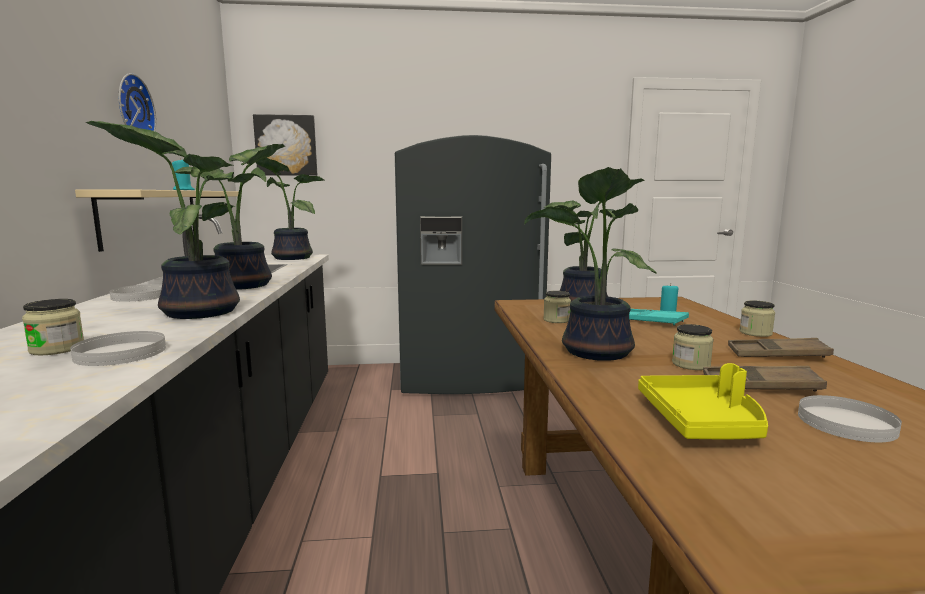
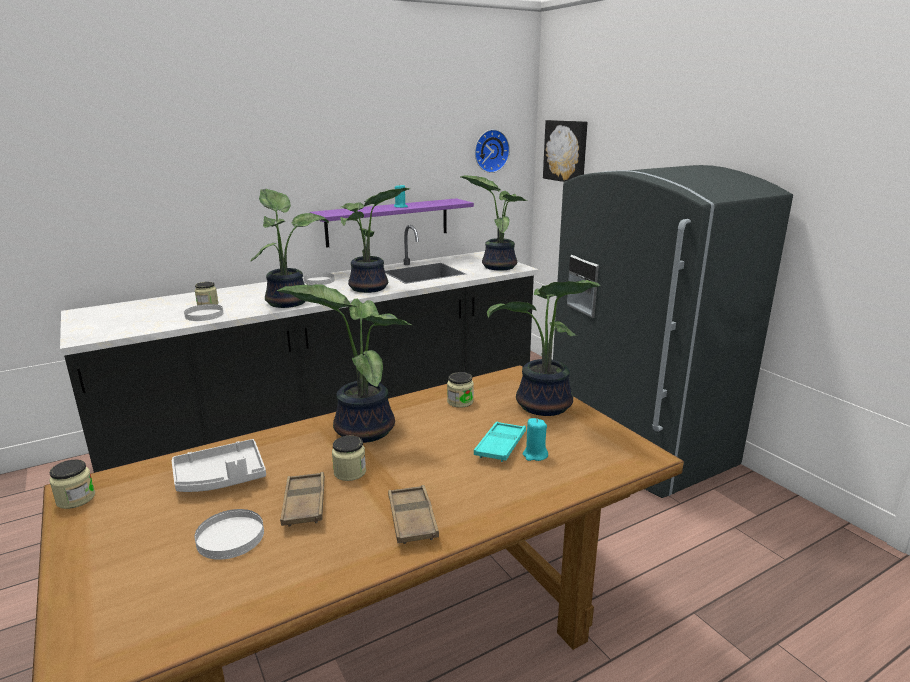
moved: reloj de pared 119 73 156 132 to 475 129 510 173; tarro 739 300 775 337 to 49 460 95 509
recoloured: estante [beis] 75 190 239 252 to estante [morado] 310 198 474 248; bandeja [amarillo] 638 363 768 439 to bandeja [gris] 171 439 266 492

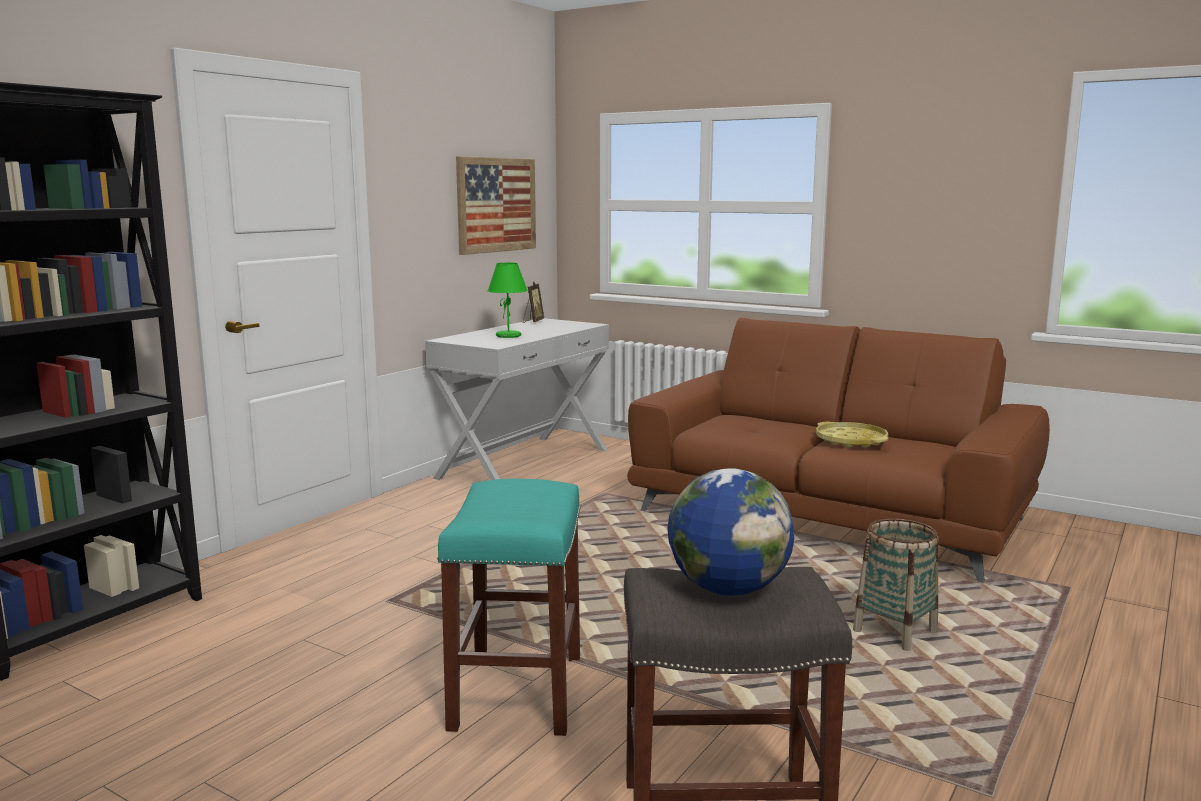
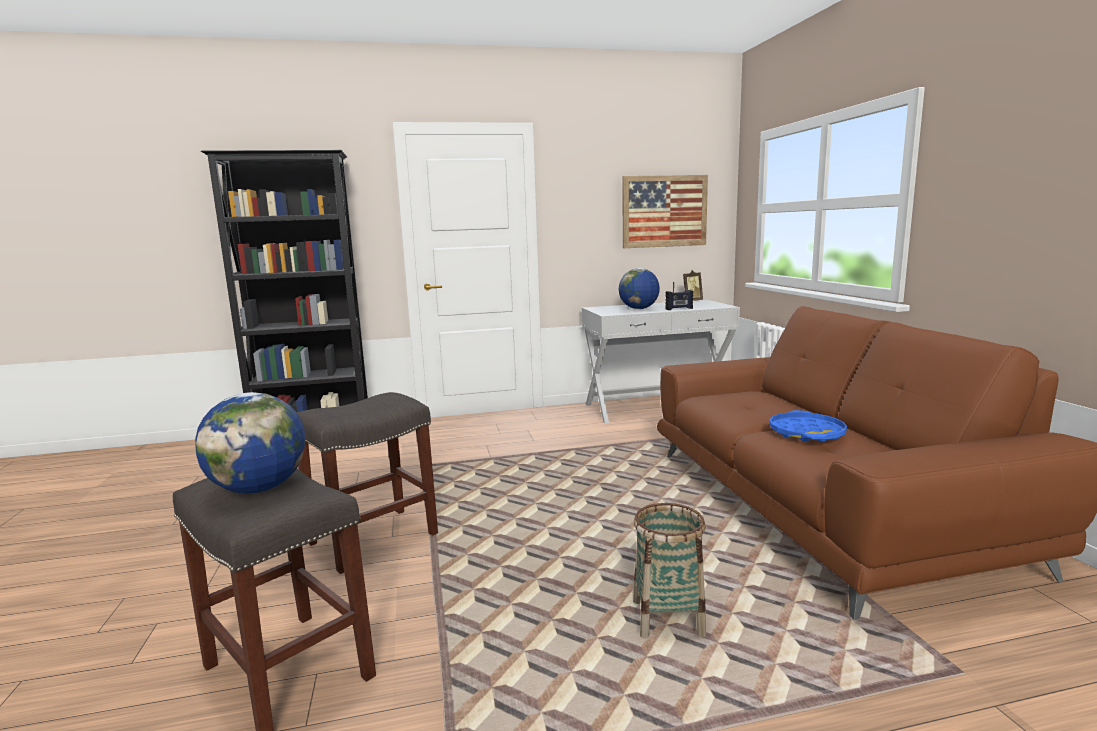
added: radio 665 281 693 310
replaced: lámpara de mesa [verde] 488 263 528 338 to globo terráqueo 619 268 660 309
recoloured: taburete [turquesa] 437 479 581 736 to taburete [gris] 297 392 438 574; bandeja [amarillo] 816 422 888 448 to bandeja [azul] 769 410 847 442

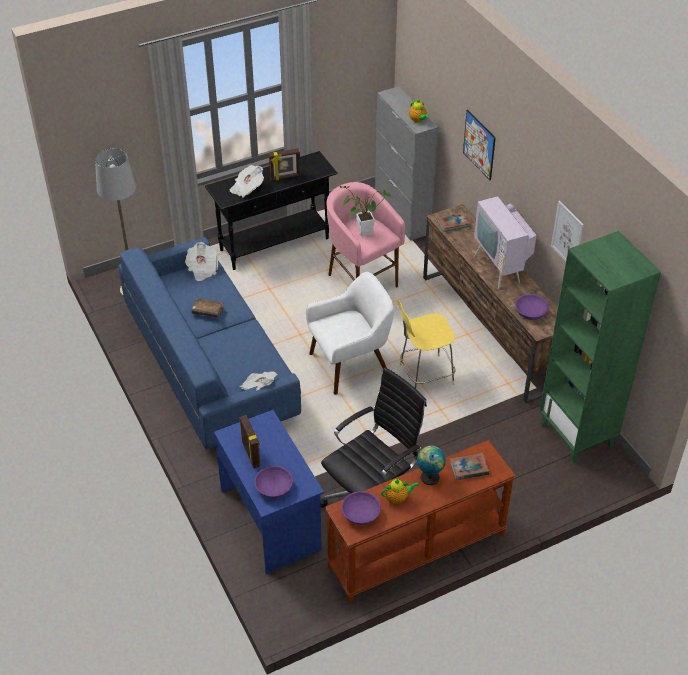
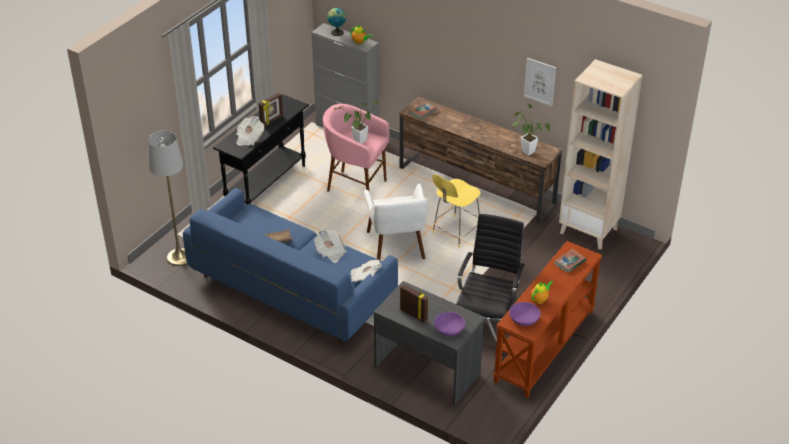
removed: cuadro 463 110 496 180; televisor 474 173 537 289
moved: periódico 185 242 219 281 to 314 229 347 263; globo terráqueo 417 446 446 485 to 327 8 346 36
replaced: cuenco [morado] 515 294 549 320 to planta en maceta 511 104 550 156
recoloured: escritorio [azul] 214 410 324 574 to escritorio [gris] 373 281 486 405; estantería [verde] 540 231 661 464 to estantería [beis] 559 59 643 250
turned: sillón [blanco] 306 272 394 395 = 364 184 428 260 135 degrees clockwise

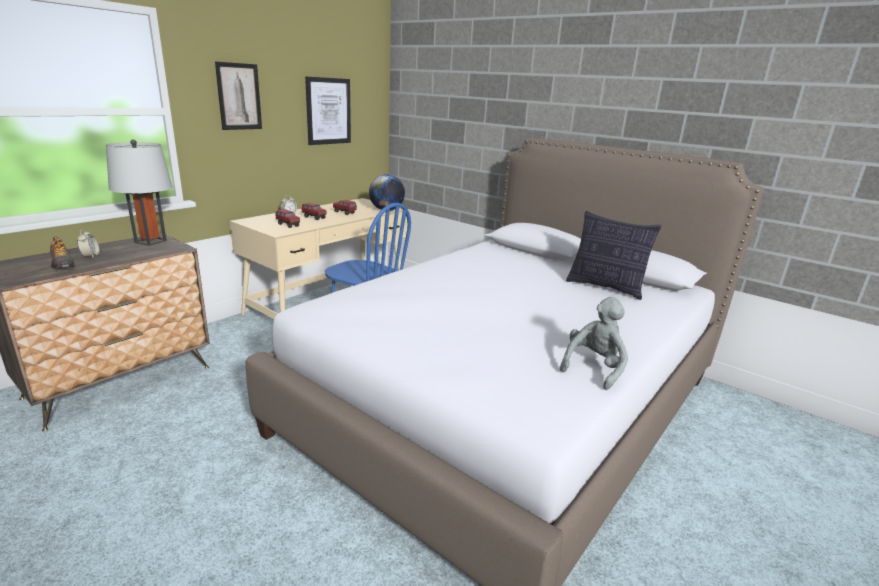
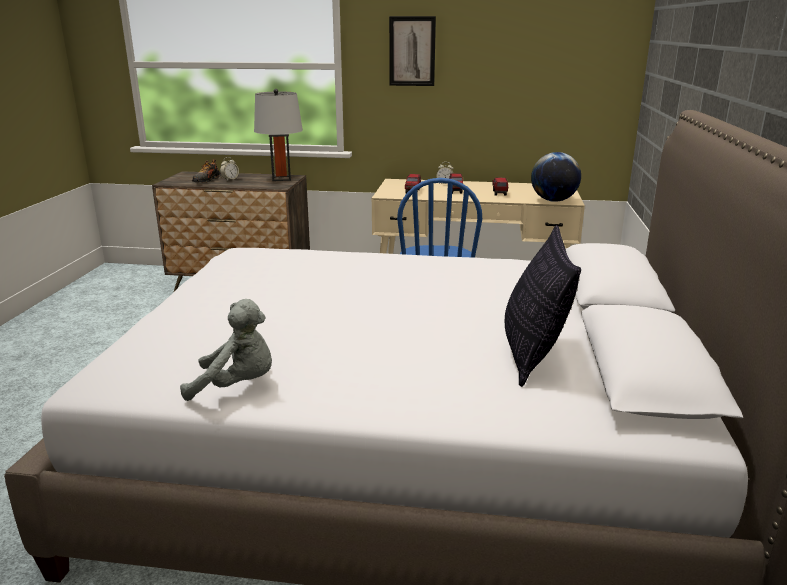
removed: cuadro 305 76 351 145

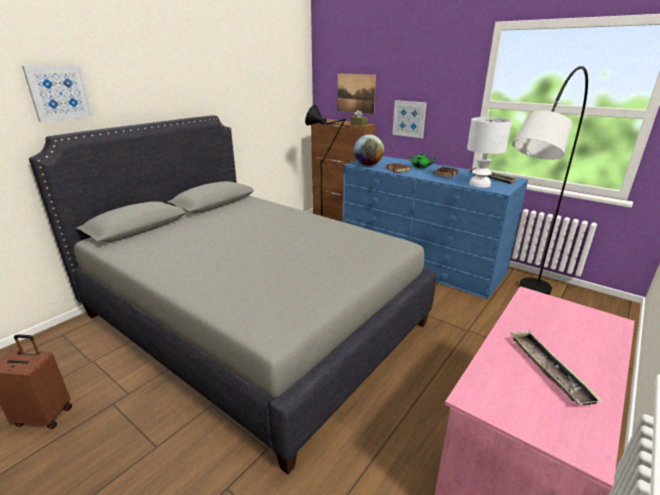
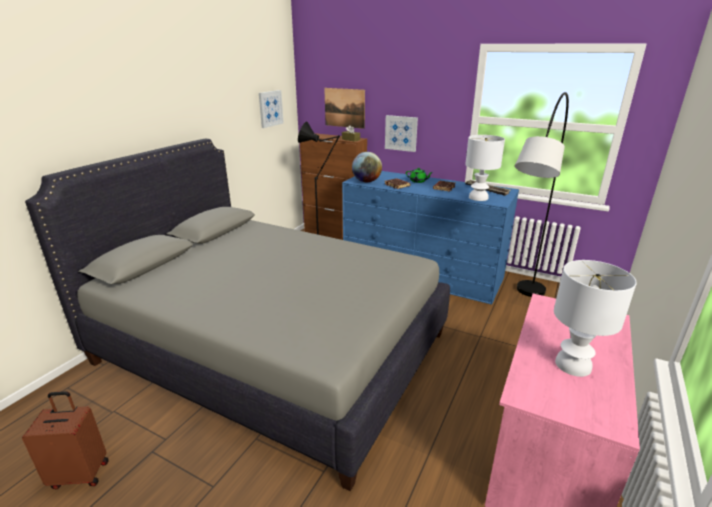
moved: cuadro 22 65 94 122 to 259 90 284 128
replaced: bandeja 511 331 603 405 to lámpara de mesa [blanco] 554 260 637 377

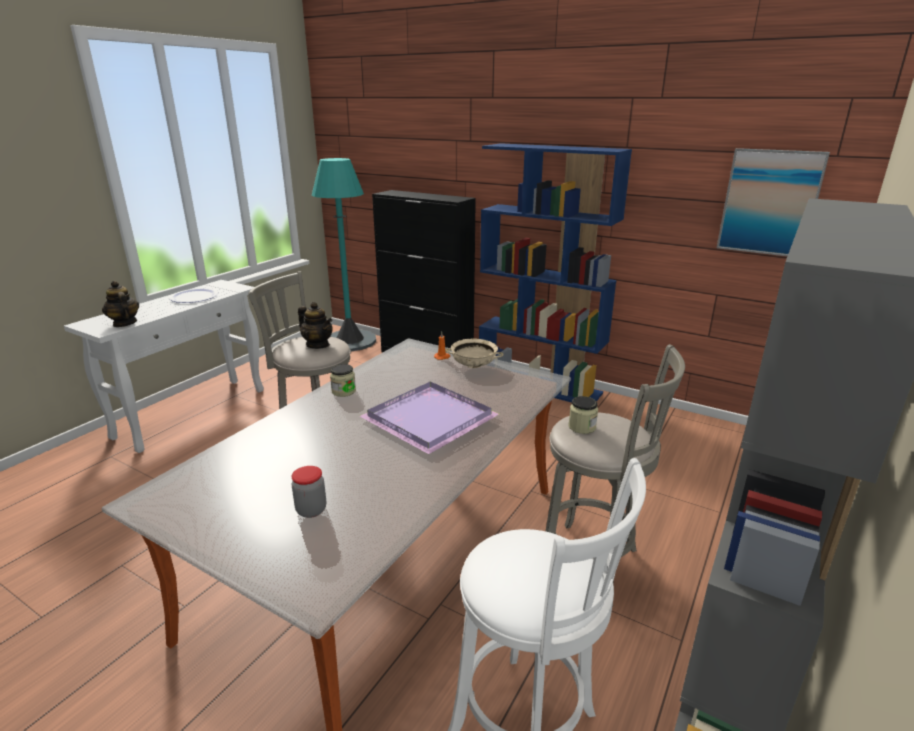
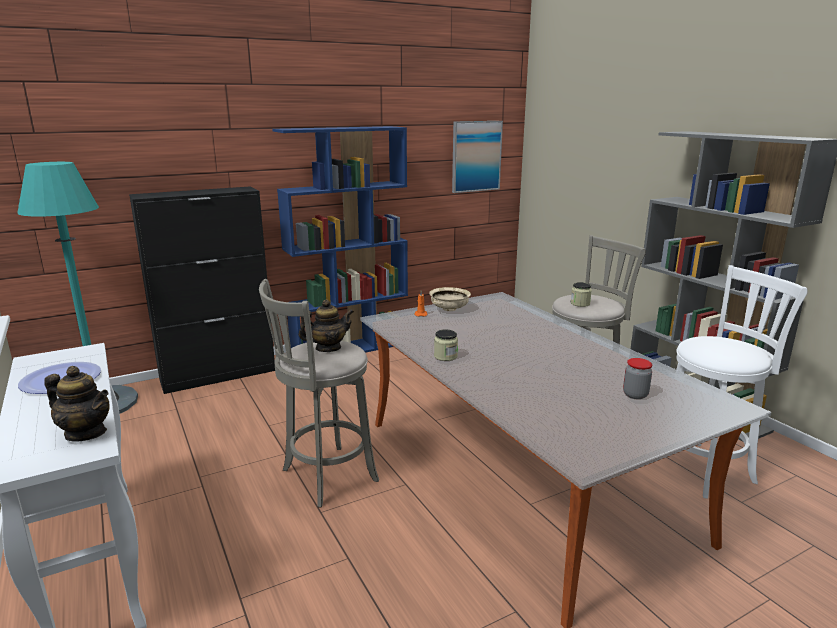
removed: bandeja [morado] 360 382 499 454
turned: tetera 102 281 139 327 = 44 366 110 442 150 degrees counterclockwise

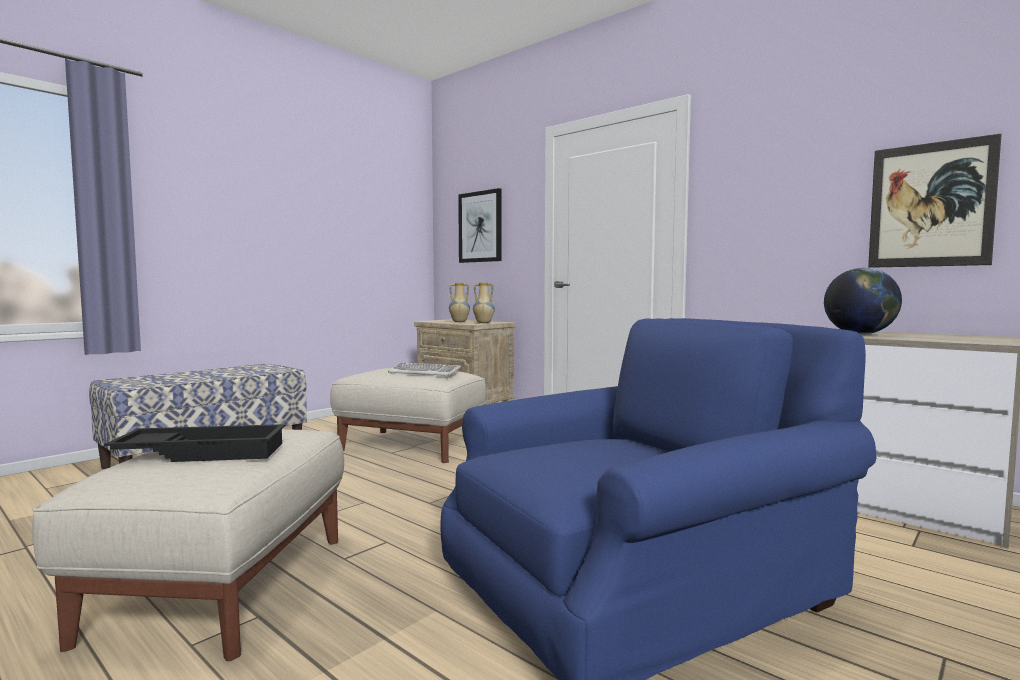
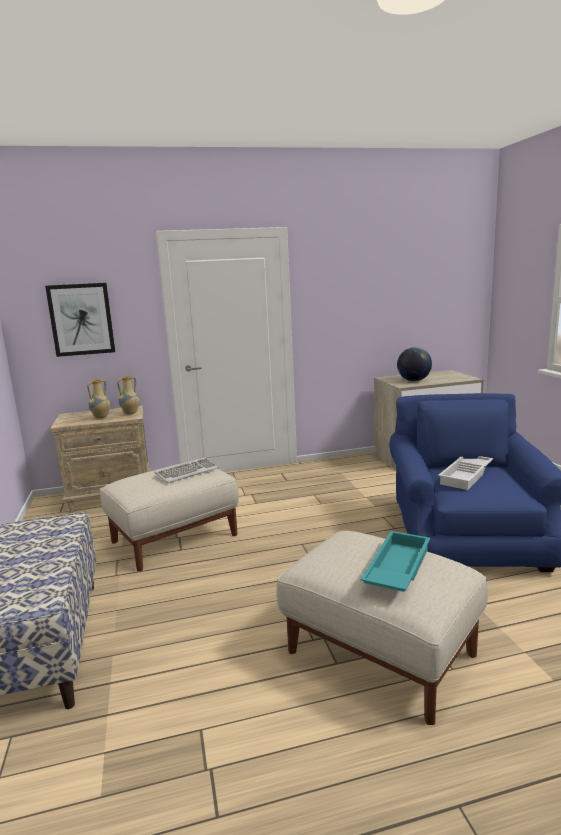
removed: cuadro 868 134 1002 268
added: bandeja [blanco] 438 456 493 490
recoloured: bandeja [negro] 104 424 285 462 to bandeja [turquesa] 361 531 430 592

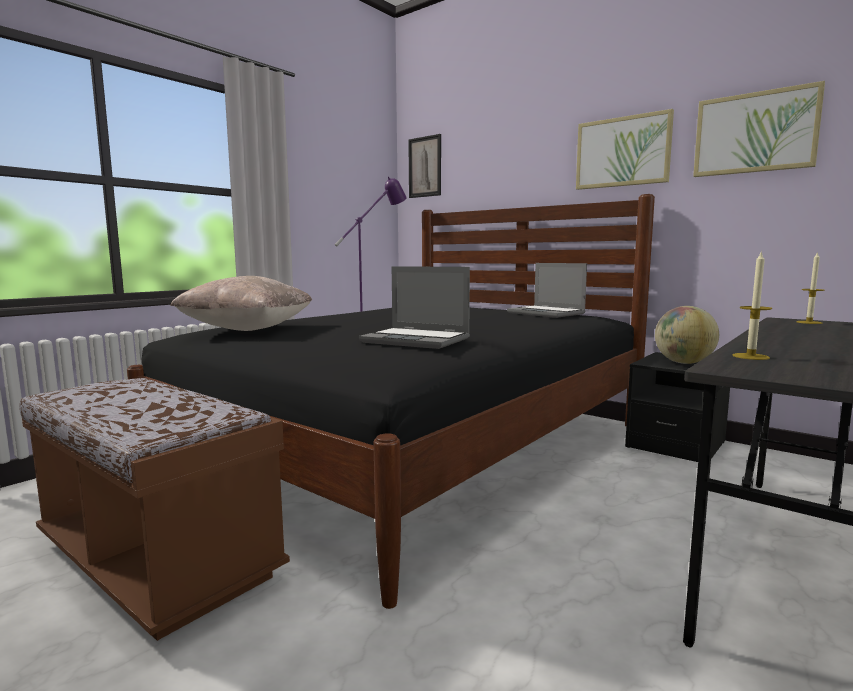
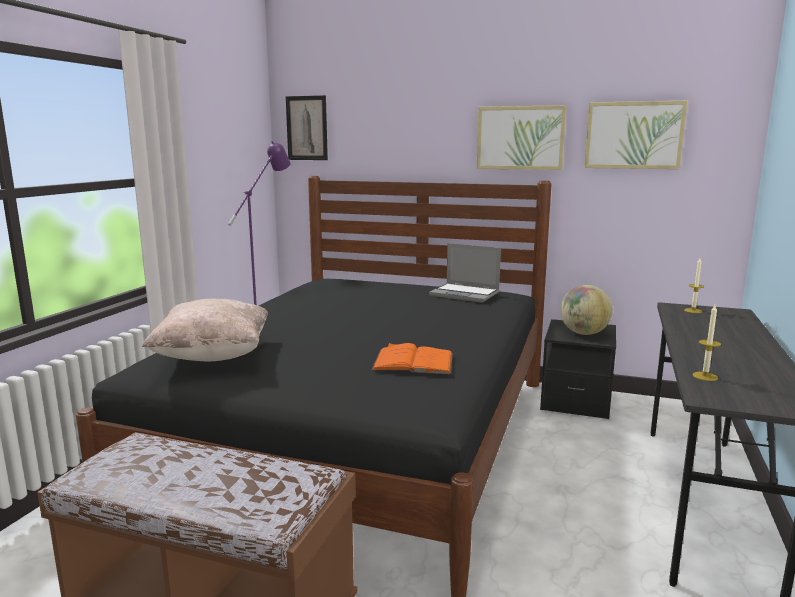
replaced: portátil 359 266 470 349 to libro [naranja] 371 343 453 375

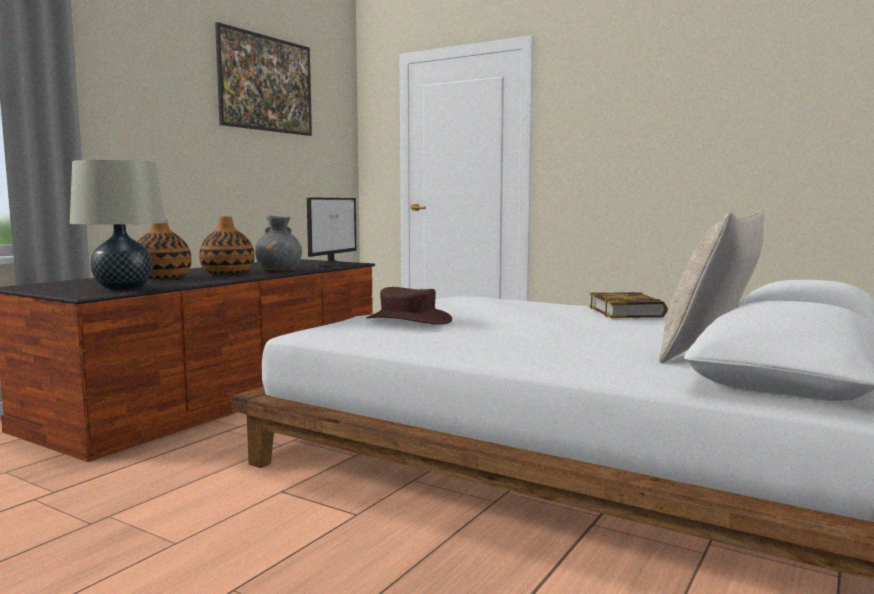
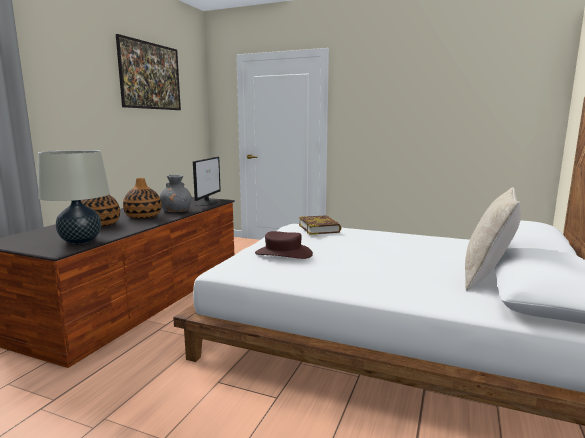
moved: libro 589 292 668 318 to 299 215 342 235

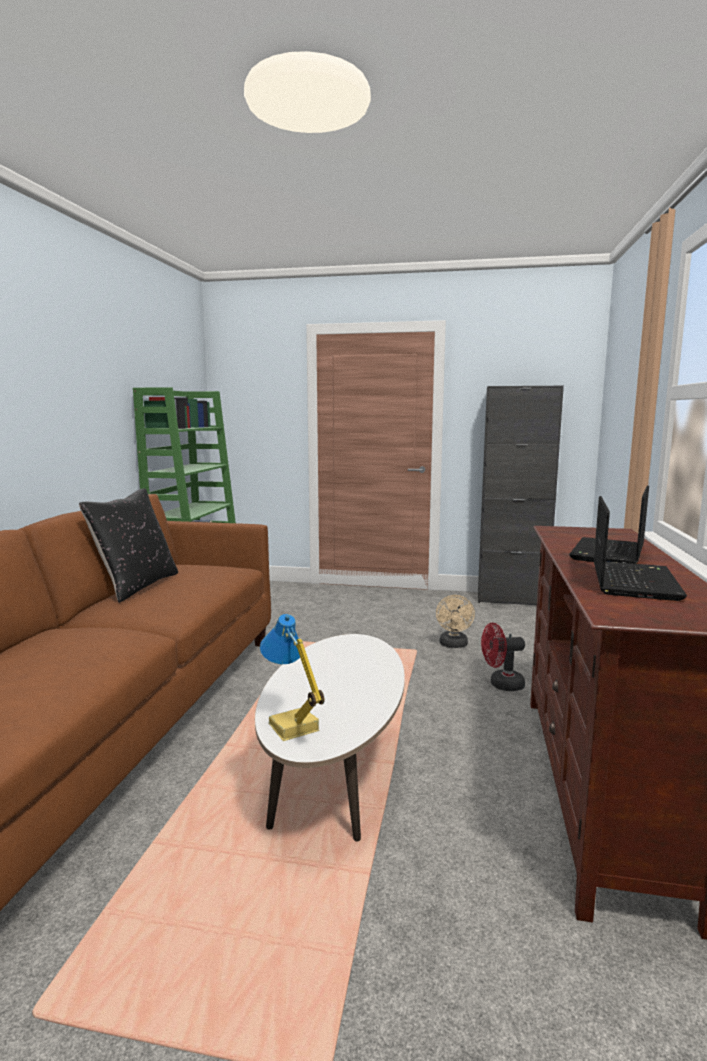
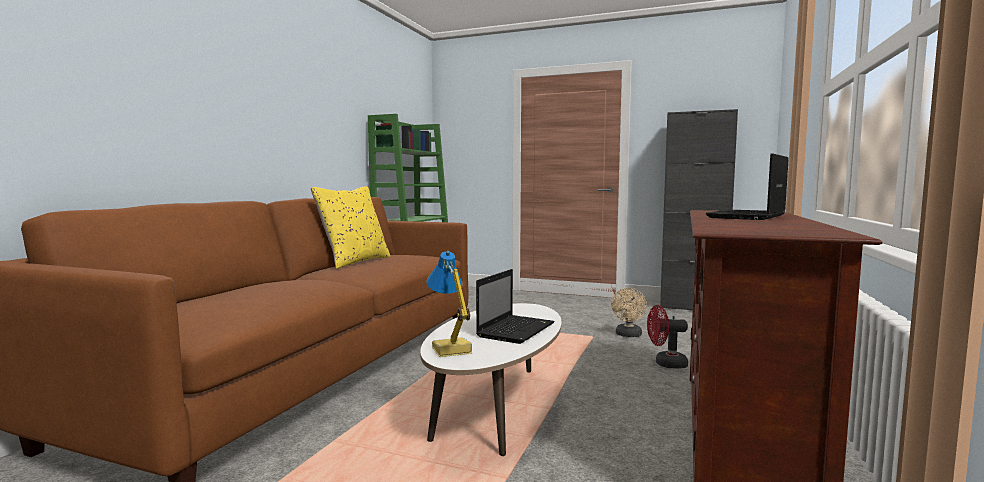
moved: portátil 594 496 687 601 to 476 269 555 344
recoloured: cojín [negro] 79 488 178 603 to cojín [amarillo] 311 186 390 269

